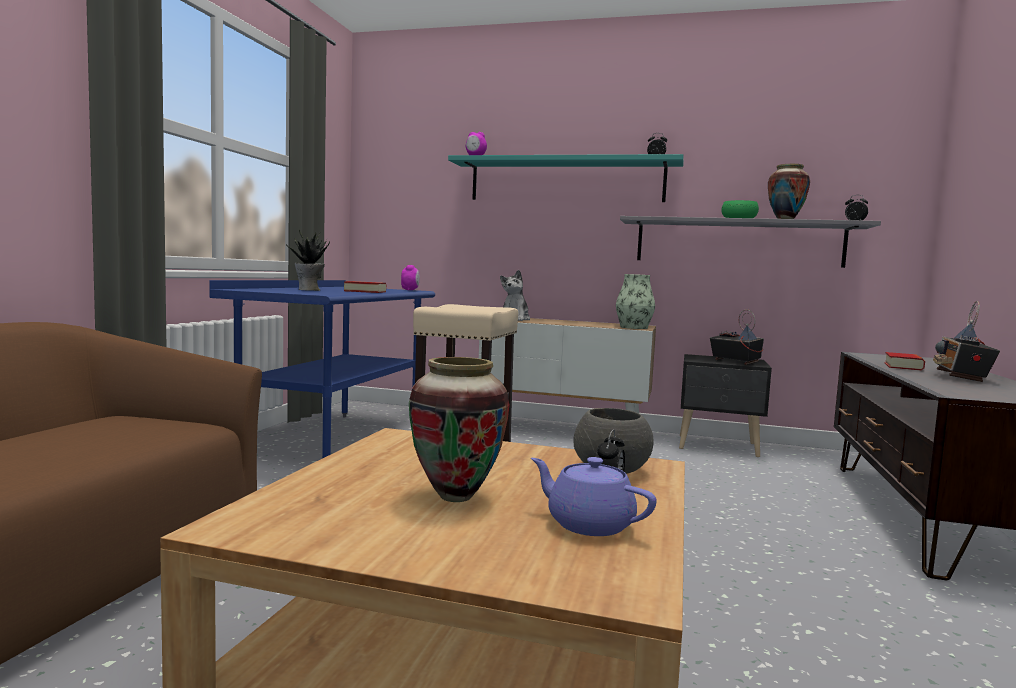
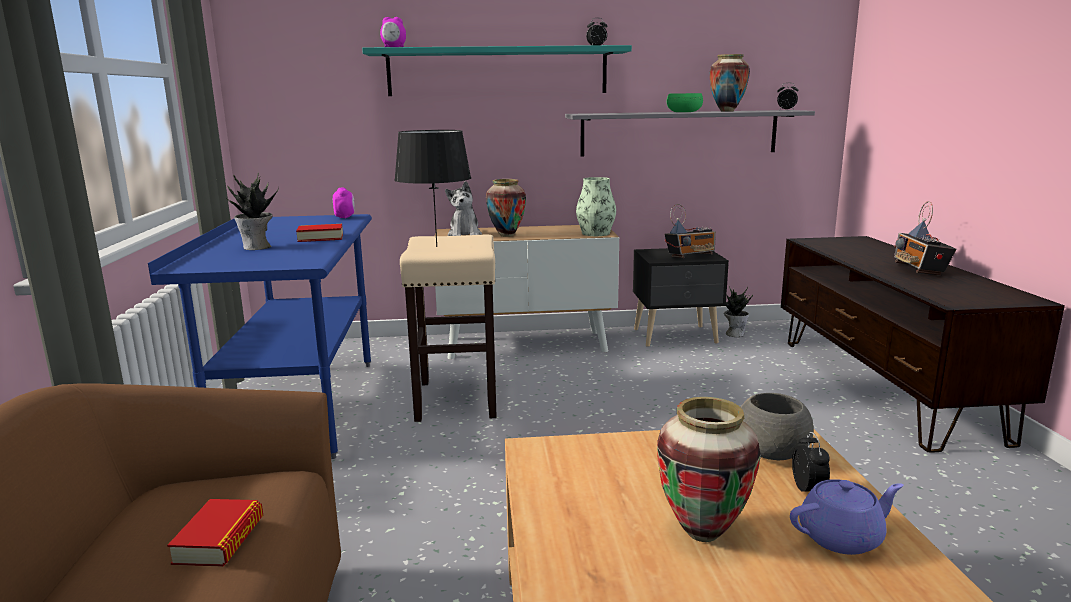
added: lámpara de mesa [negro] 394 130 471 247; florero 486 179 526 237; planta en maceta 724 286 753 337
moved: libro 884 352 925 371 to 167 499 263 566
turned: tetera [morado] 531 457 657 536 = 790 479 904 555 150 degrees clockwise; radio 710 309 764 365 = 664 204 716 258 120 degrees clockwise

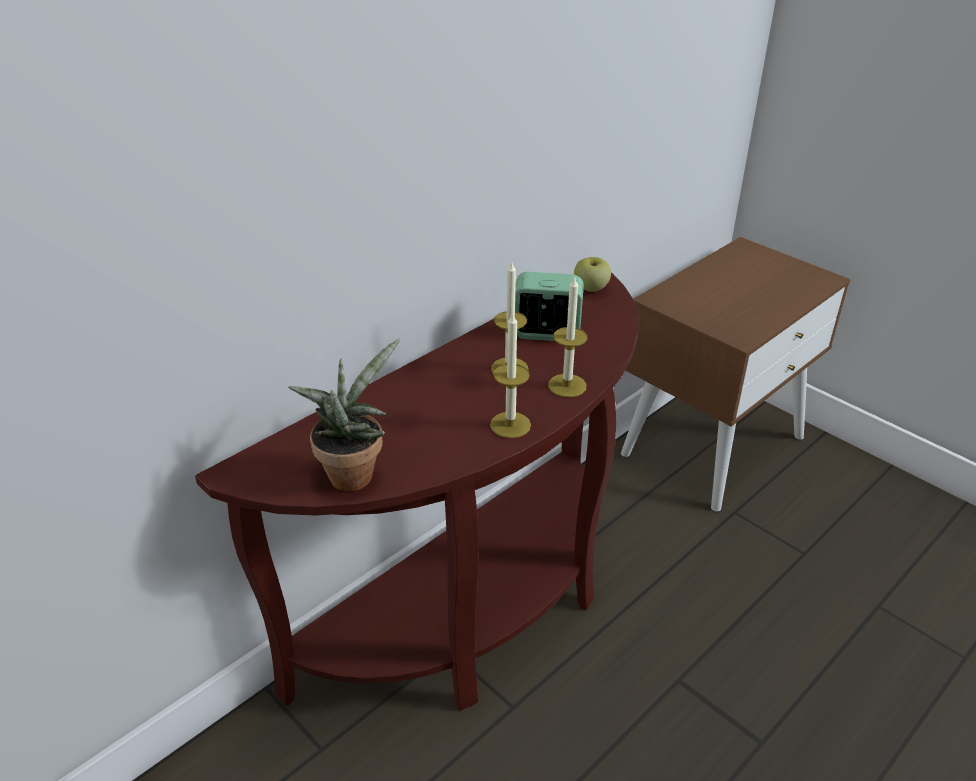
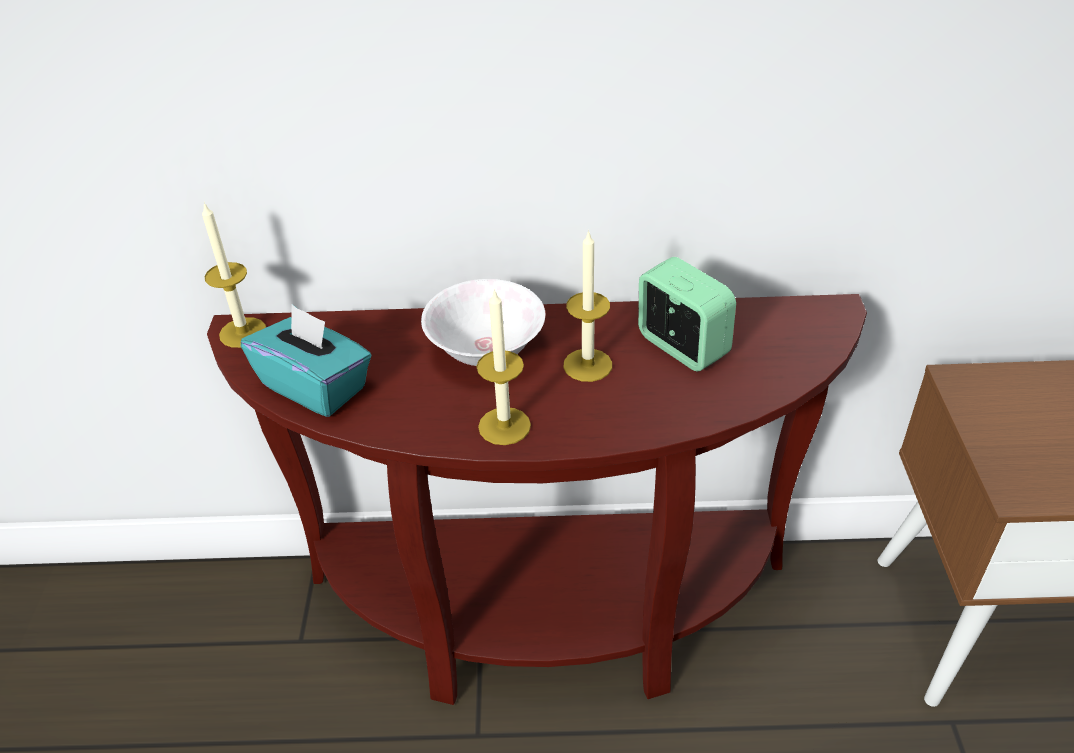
removed: manzana 574 257 611 292
added: cuenco [blanco] 421 279 545 366
moved: vela 548 275 587 397 to 202 202 266 348
replaced: planta en maceta 288 338 401 492 to caja de pañuelos [turquesa] 241 304 372 417

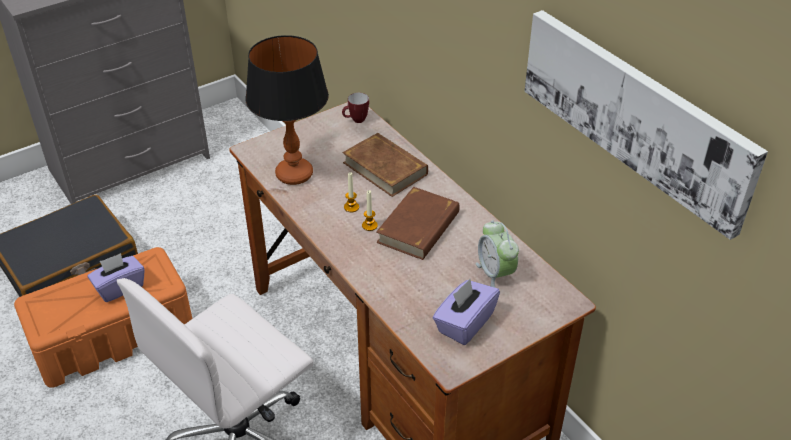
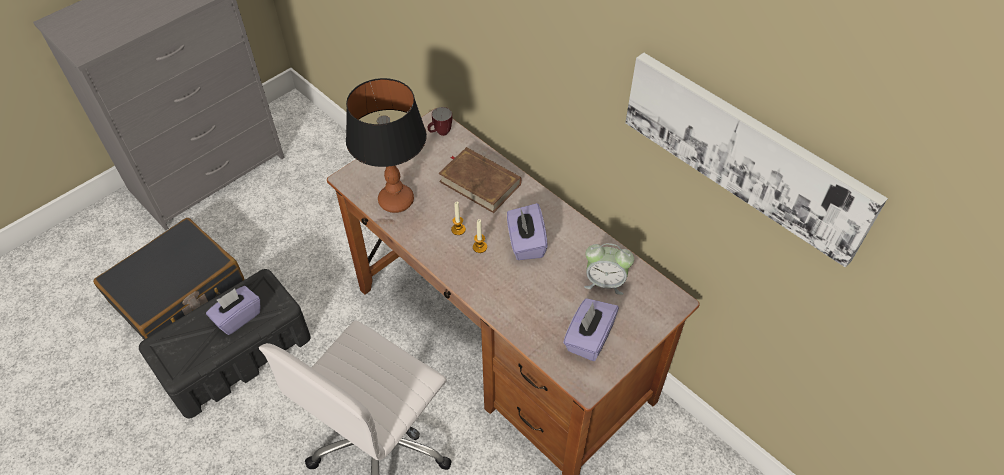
replaced: libro [marrón] 376 187 460 260 to caja de pañuelos [morado] 507 203 548 260
recoloured: caja de almacenaje [naranja] 14 247 192 388 to caja de almacenaje [negro] 139 269 311 418
turned: despertador 476 220 519 288 = 584 243 634 295 45 degrees counterclockwise

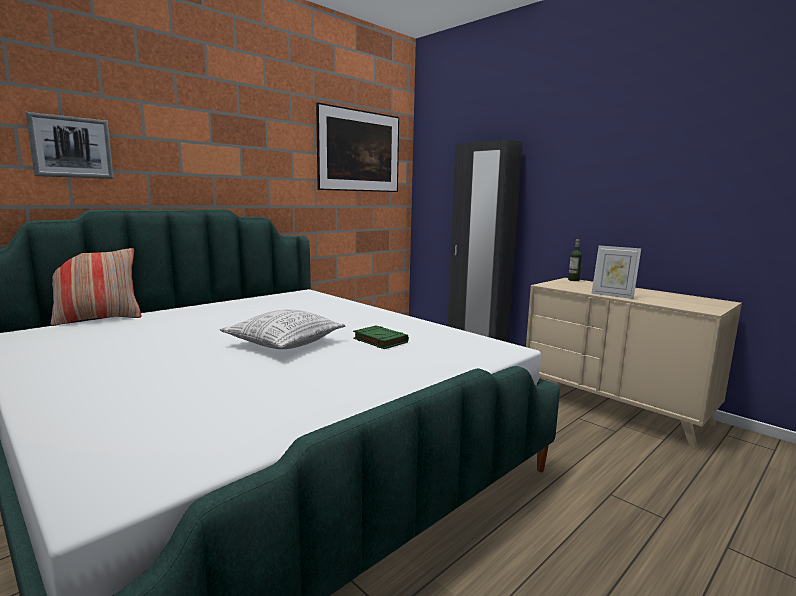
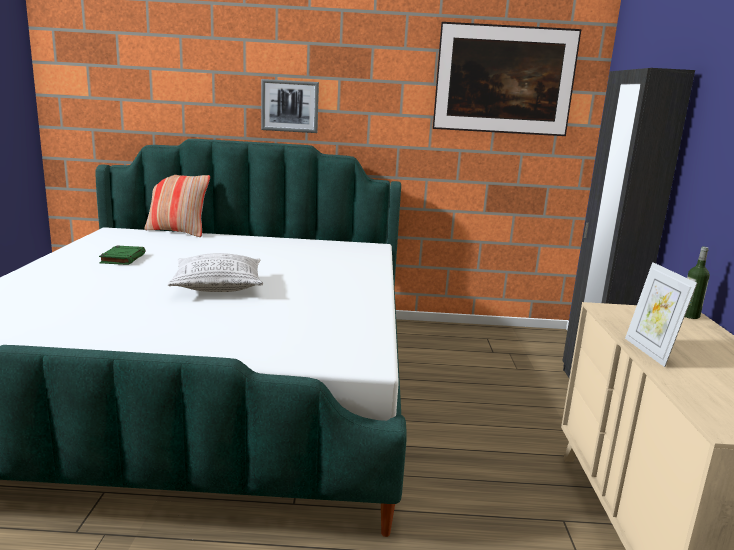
moved: cuadro 26 112 114 179 to 261 79 319 133; libro [verde] 353 325 409 349 to 99 245 146 265

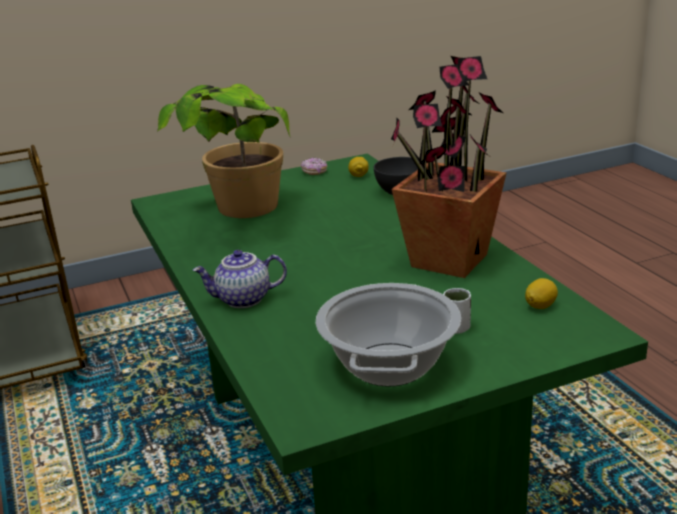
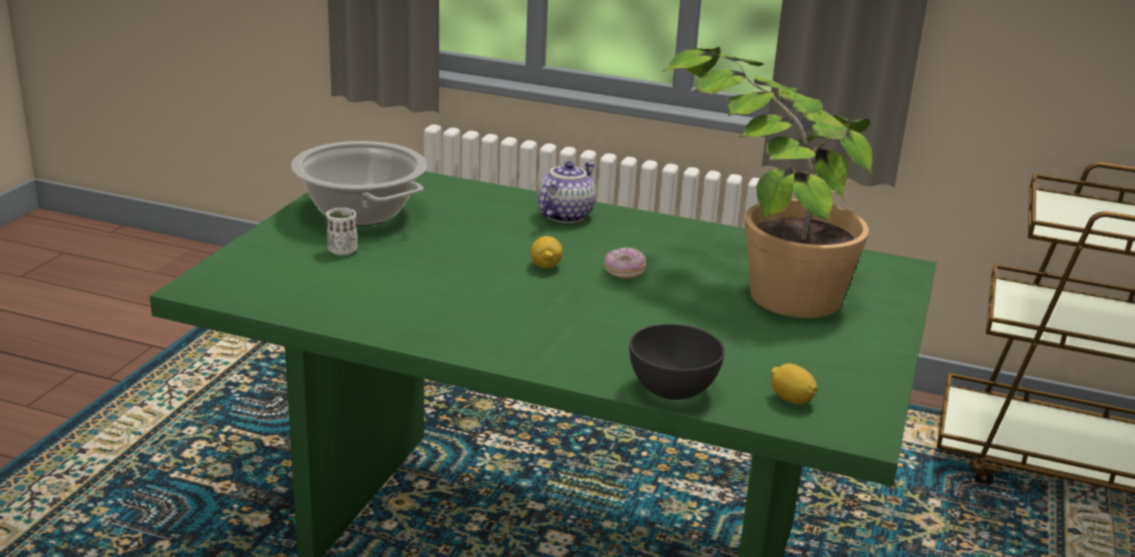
removed: planta en maceta 391 56 507 278
moved: rosquilla 301 157 327 175 to 605 247 646 279; limón 525 278 558 309 to 530 236 562 269

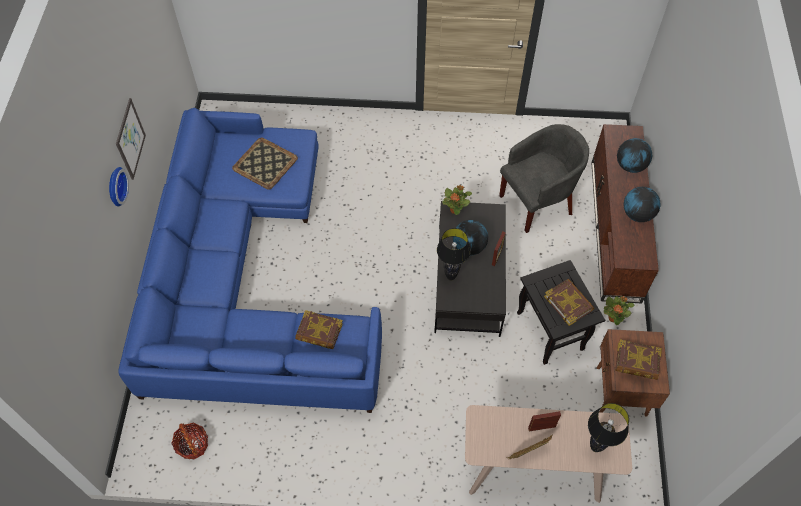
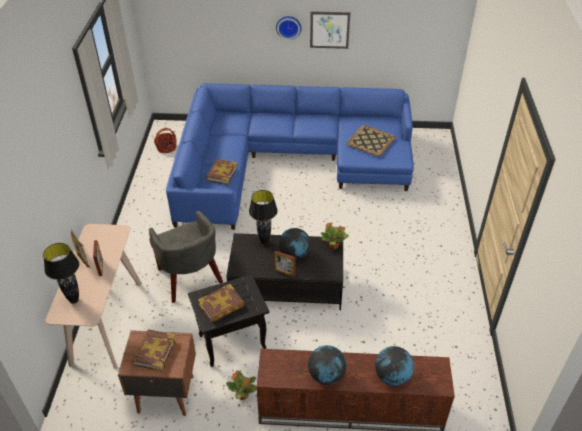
moved: sillón [gris] 499 124 589 233 to 149 211 223 303

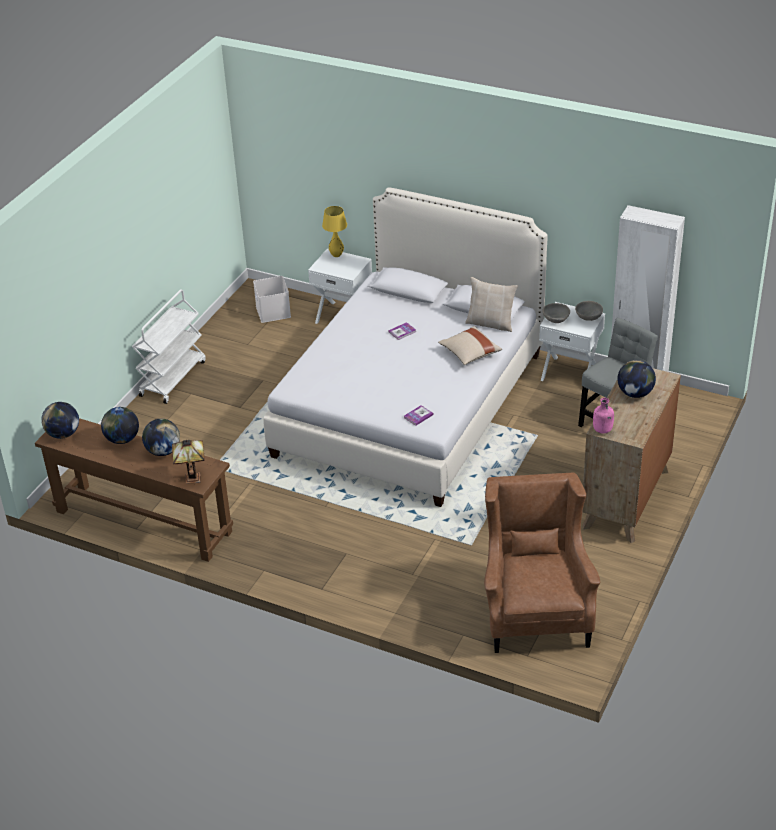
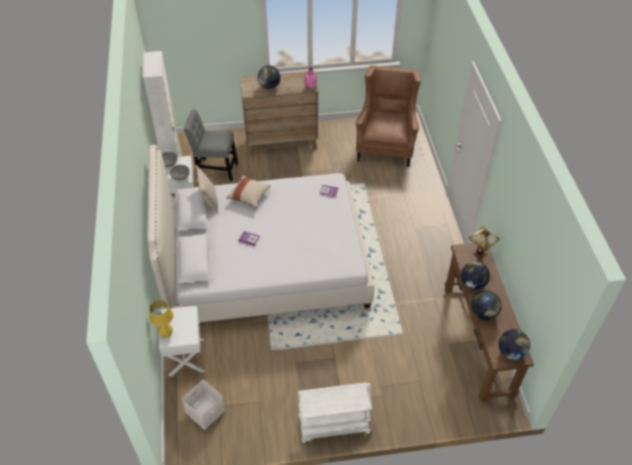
turned: sillón [marrón] 484 473 600 653 = 355 65 421 167 135 degrees clockwise

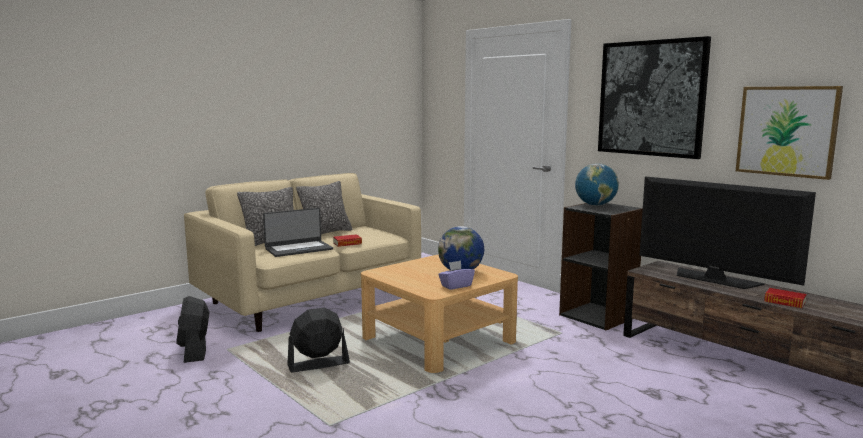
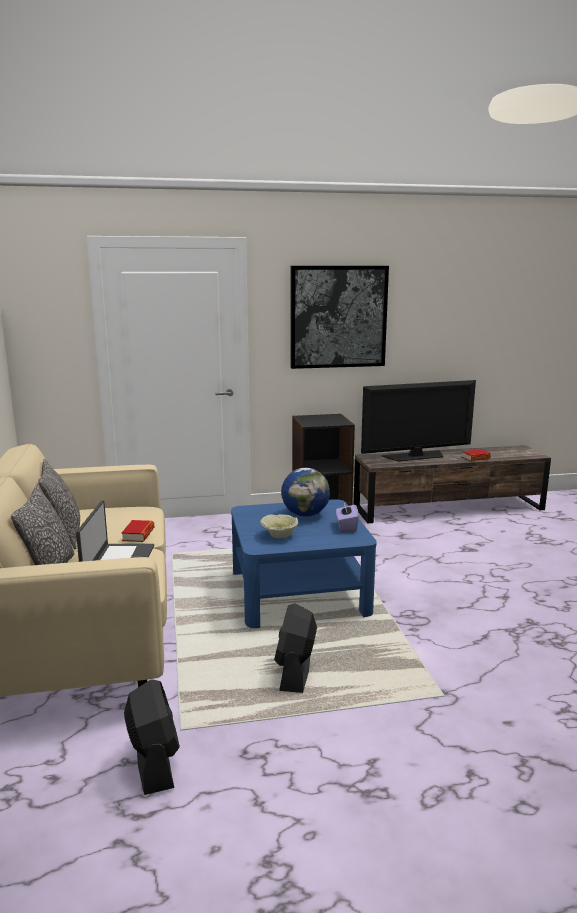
removed: globo terráqueo 575 164 619 206; cuadro 736 86 843 180
added: cuenco [beis] 260 515 298 538
recoloured: mesa de centro [beis] 361 254 518 373 to mesa de centro [azul] 231 499 376 628
turned: ventilador [negro] 176 296 209 363 = 124 679 180 795 120 degrees counterclockwise

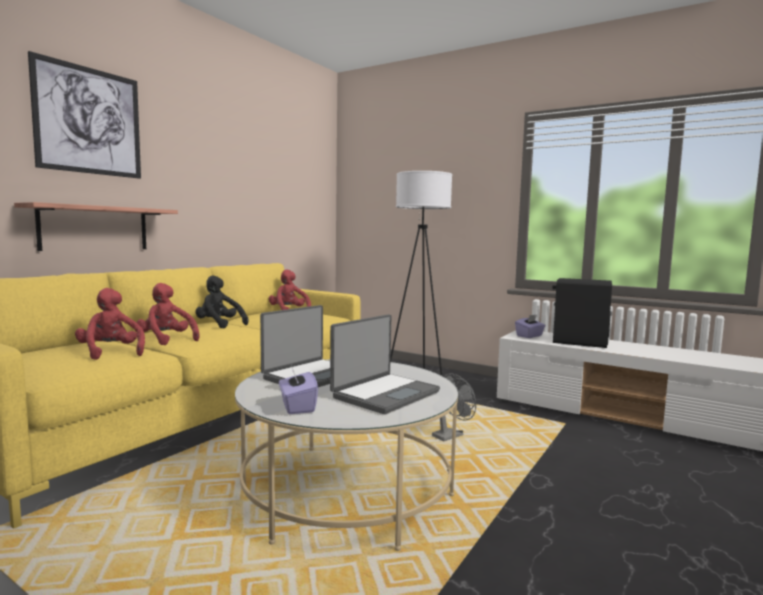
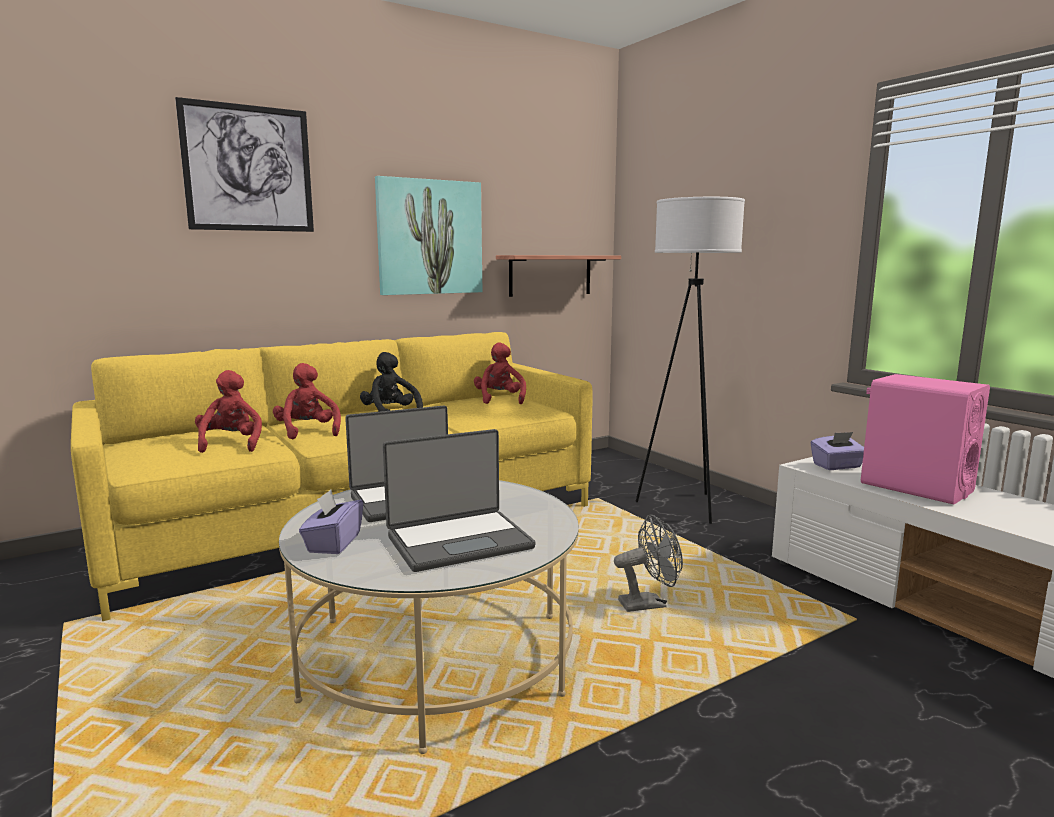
added: cuadro 375 176 482 295
moved: estante 14 202 178 251 to 496 255 621 297
recoloured: altavoz [negro] 552 278 612 348 to altavoz [rosa] 861 374 990 504

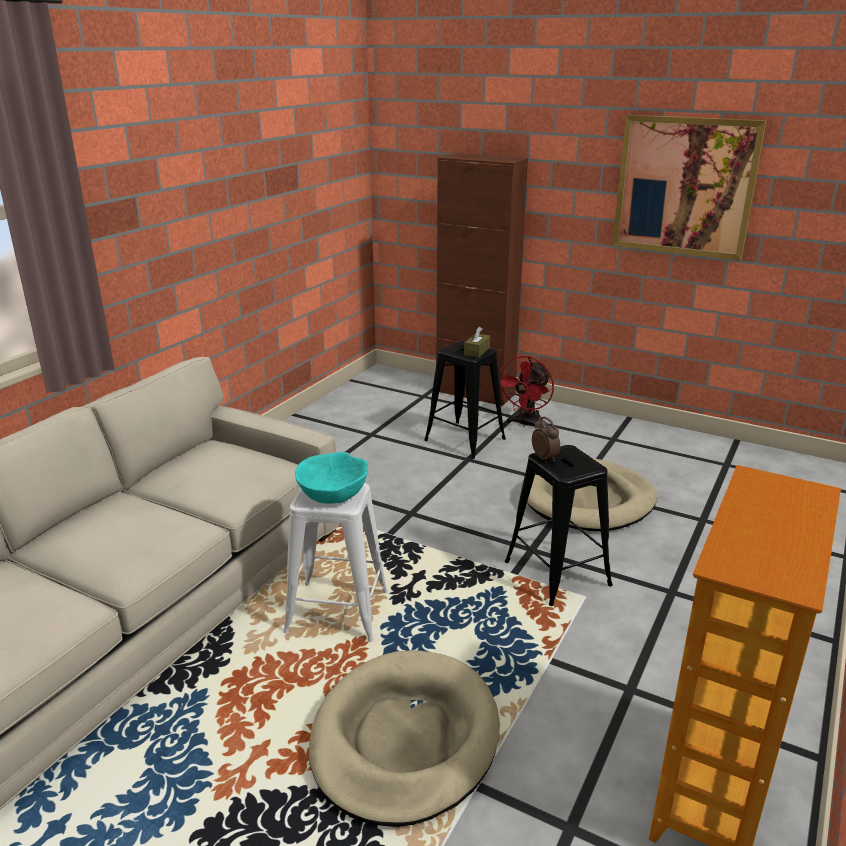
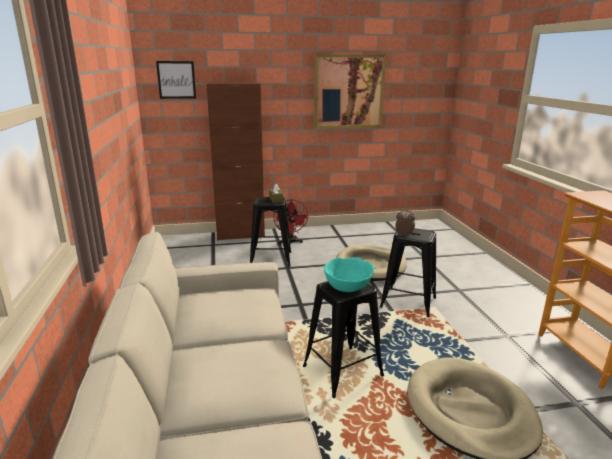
added: cuadro 156 61 196 99
recoloured: taburete [blanco] 283 483 388 642 to taburete [negro] 303 281 384 398

